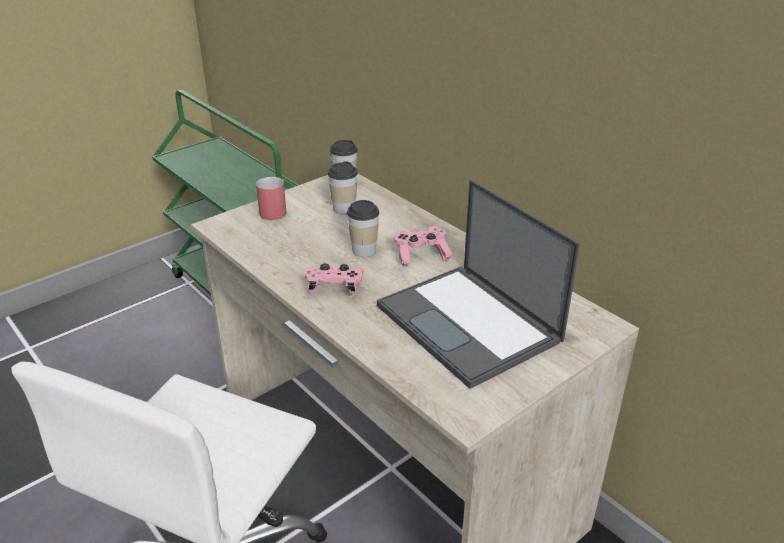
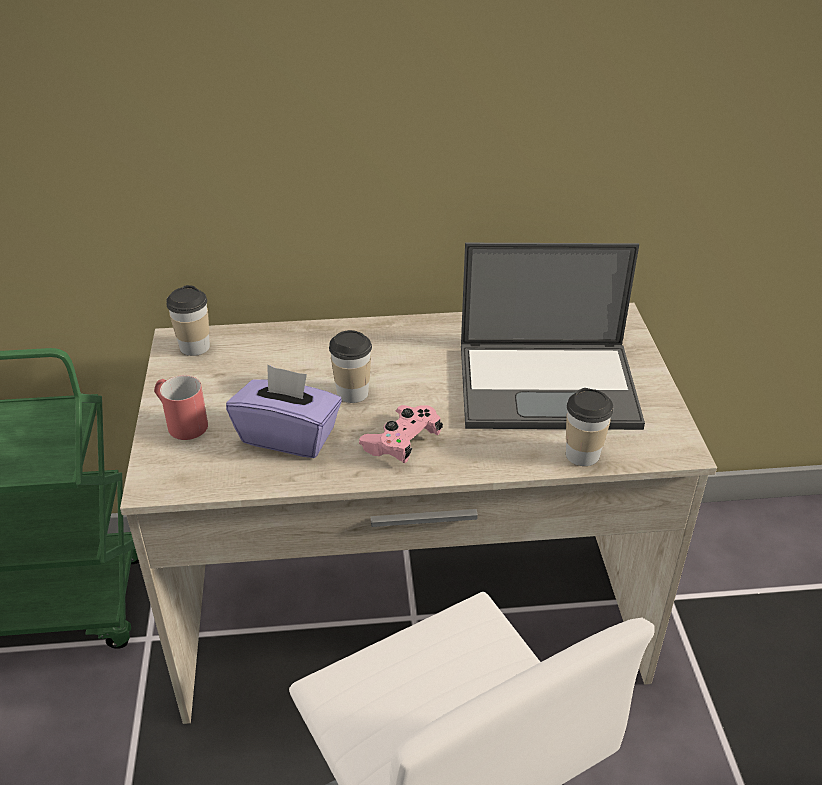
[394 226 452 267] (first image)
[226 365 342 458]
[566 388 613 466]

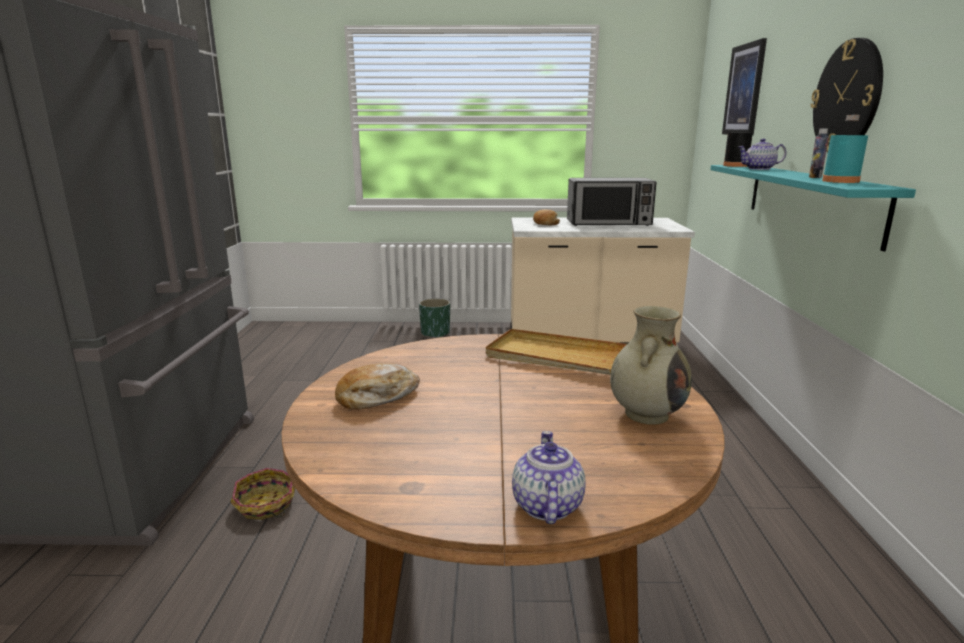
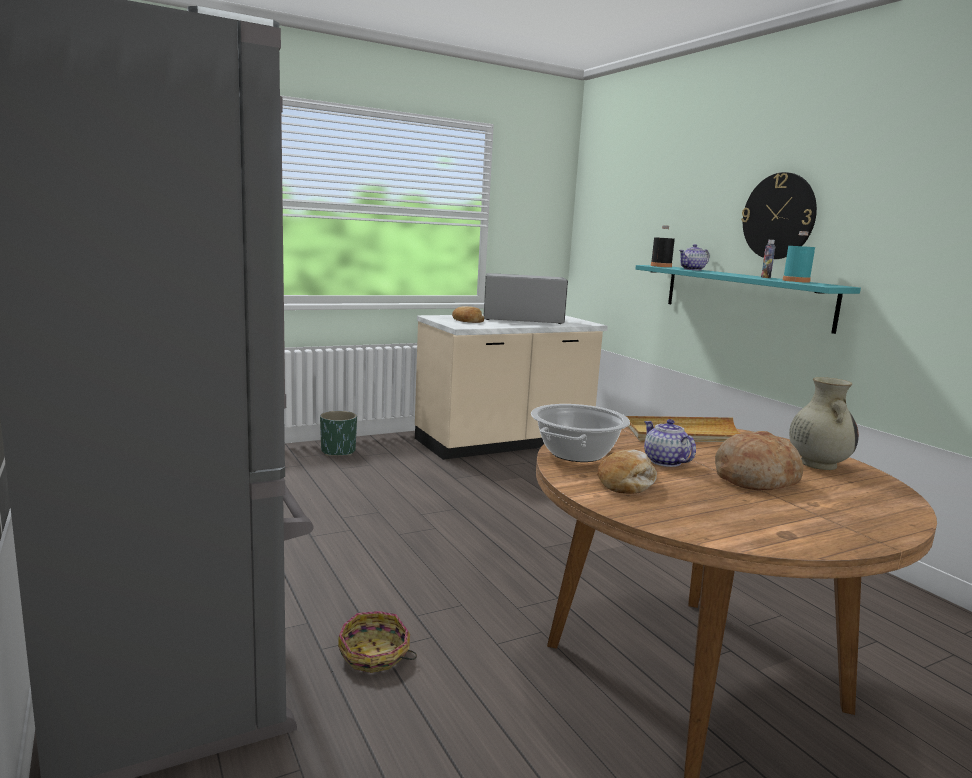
[722 38 767 135] (first image)
[531 404 630 462]
[715 431 803 490]
[644 419 696 467]
[484 273 568 324]

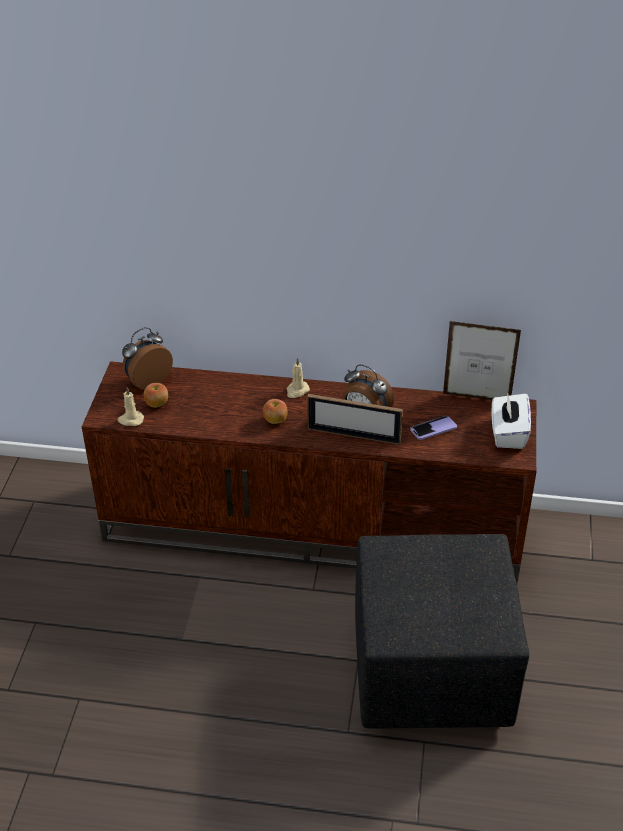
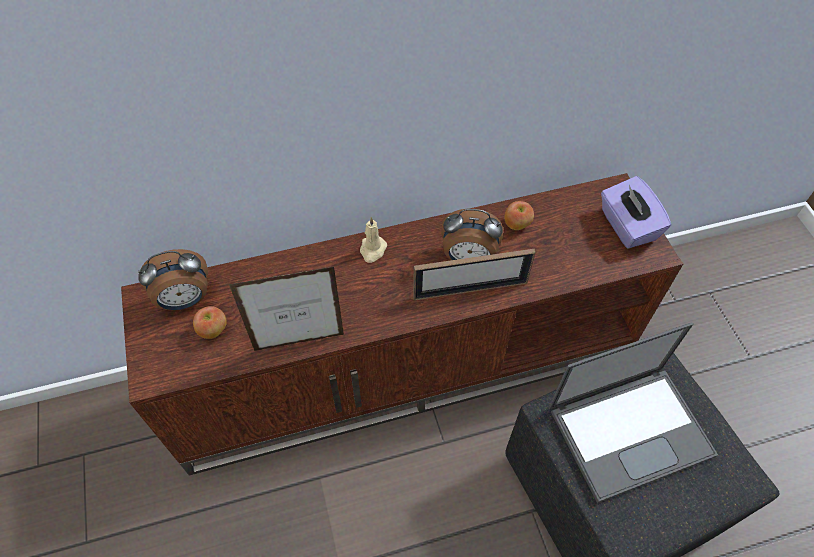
[117 387 144 426] (first image)
[410 416 457 440] (first image)
[549 322 718 503]
[505 201 534 230]
[229 267 345 351]
[601 176 671 248]
[138 249 208 310]

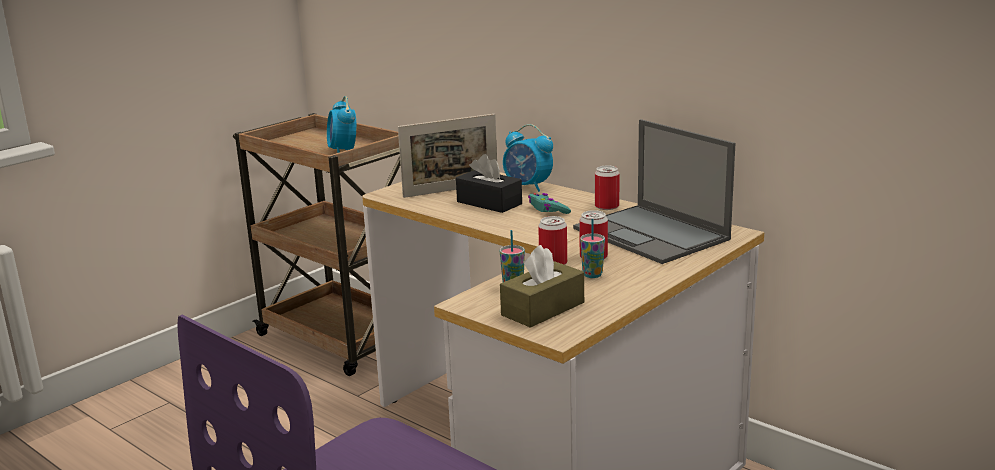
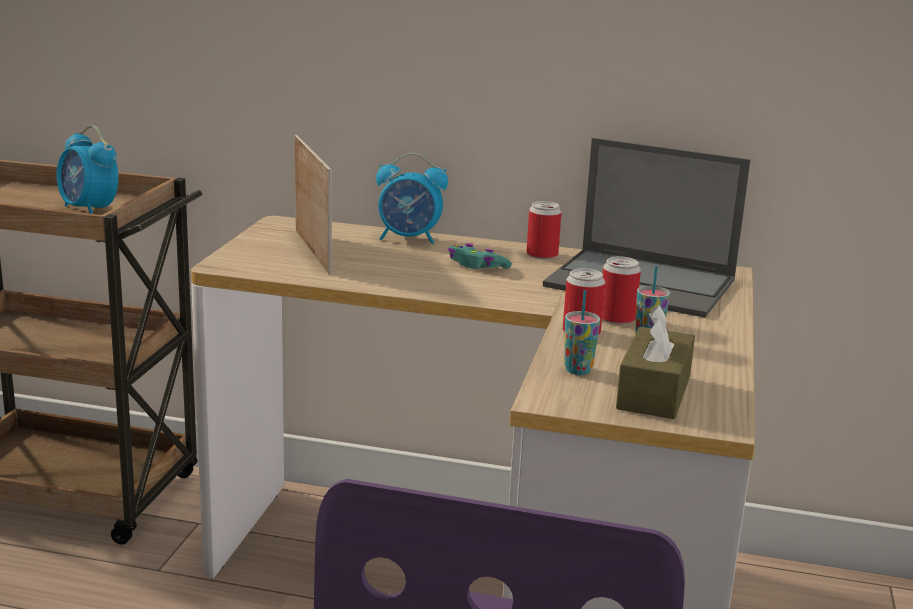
[456 154 522 213] (first image)
[295 135 332 275]

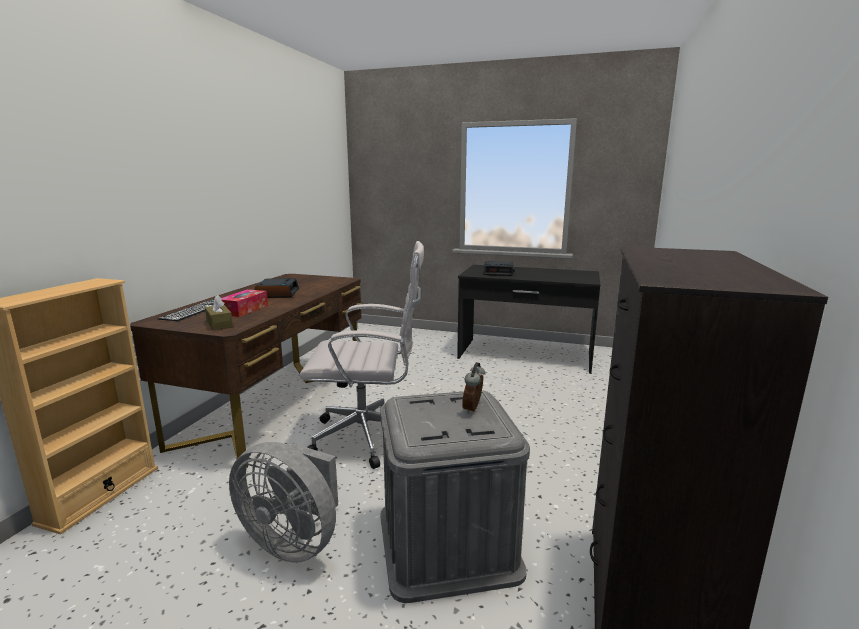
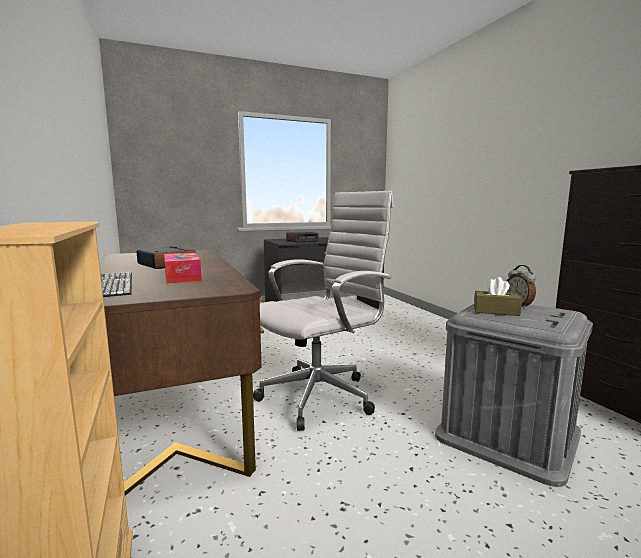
[229 442 338 563] (first image)
[474 277 522 316]

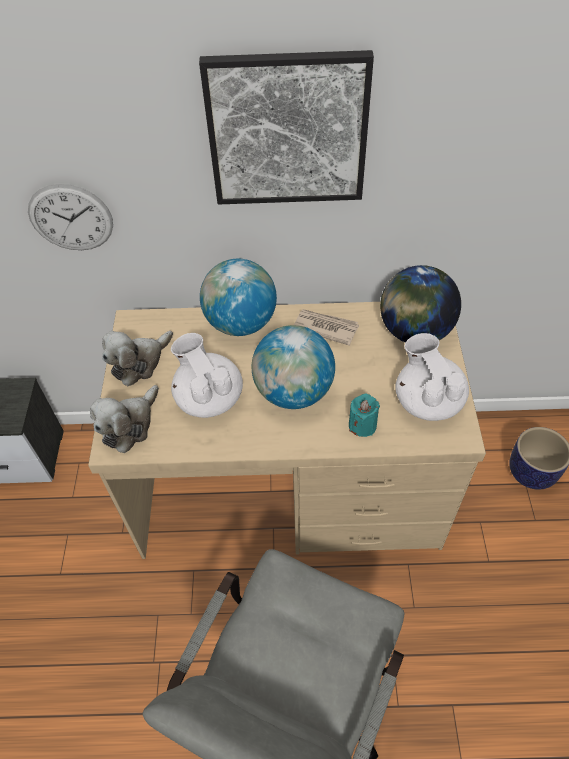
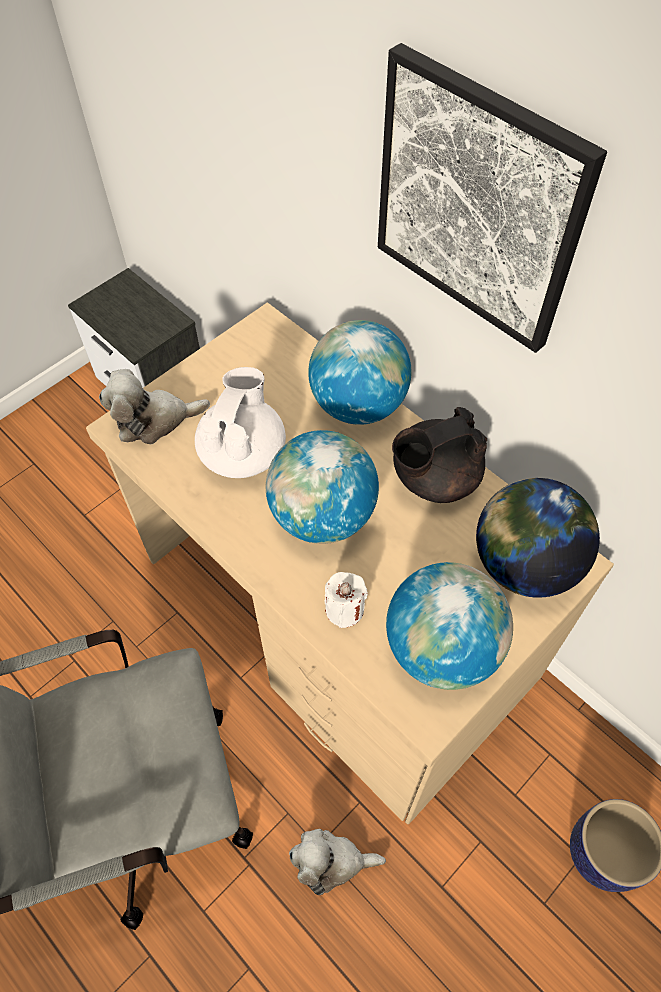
[28 184 113 250] (first image)
[289 829 386 895]
[392 407 487 503]
[386 562 513 690]
[325 572 368 628]

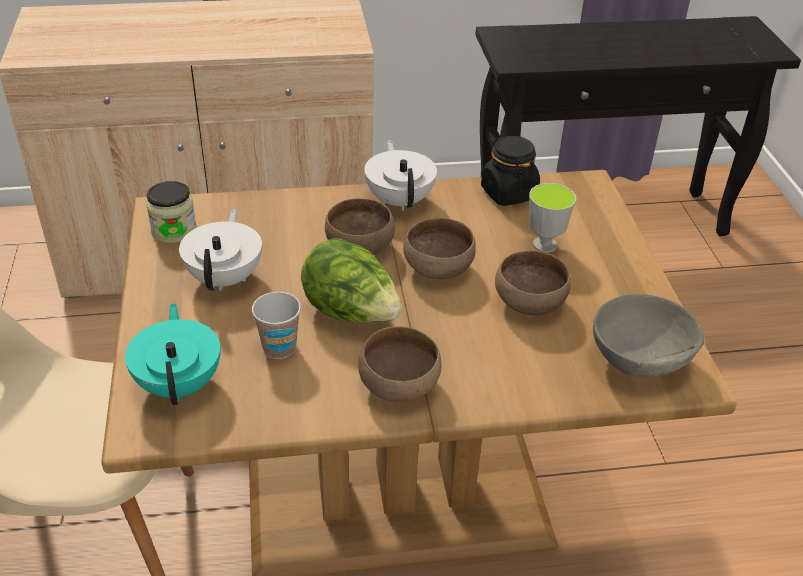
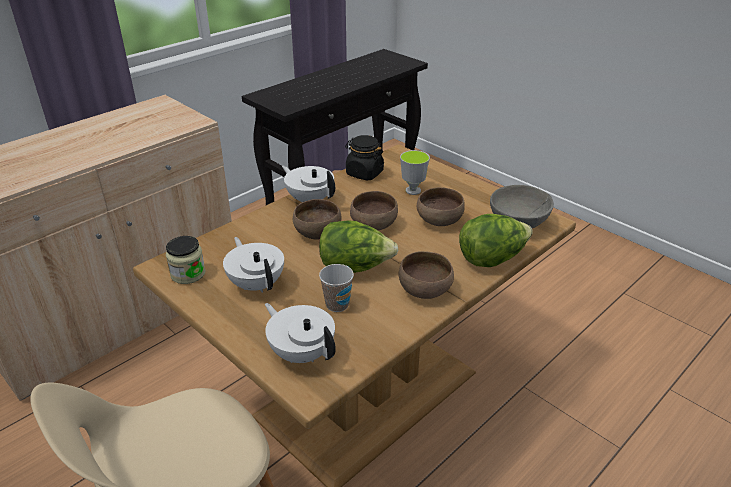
[459 214 533 267]
[265 303 336 363]

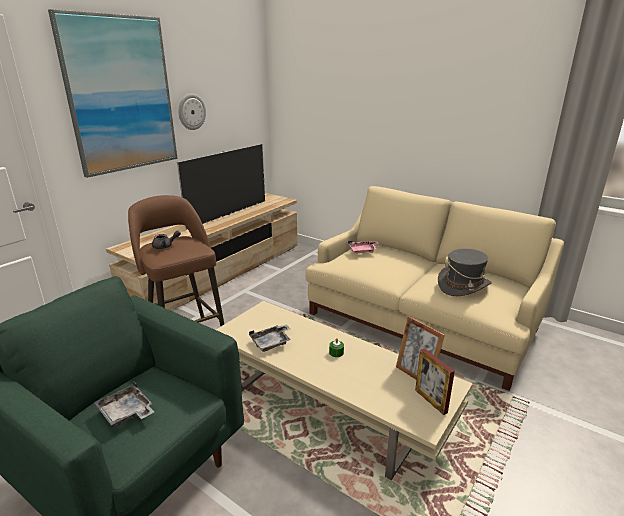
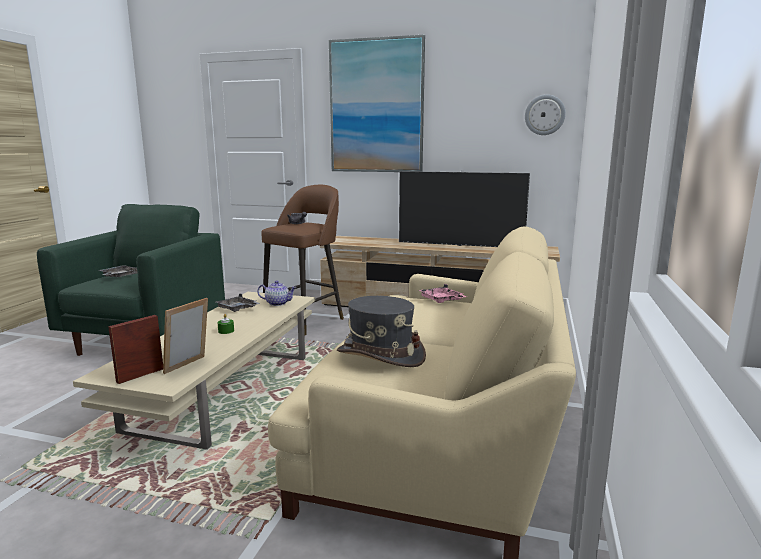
[257 281 297 306]
[525 94 566 135]

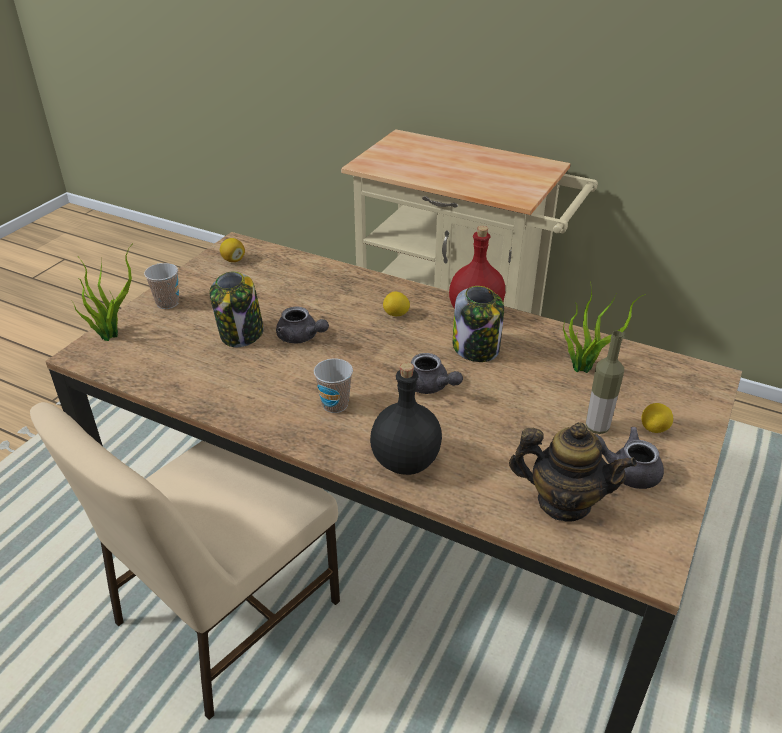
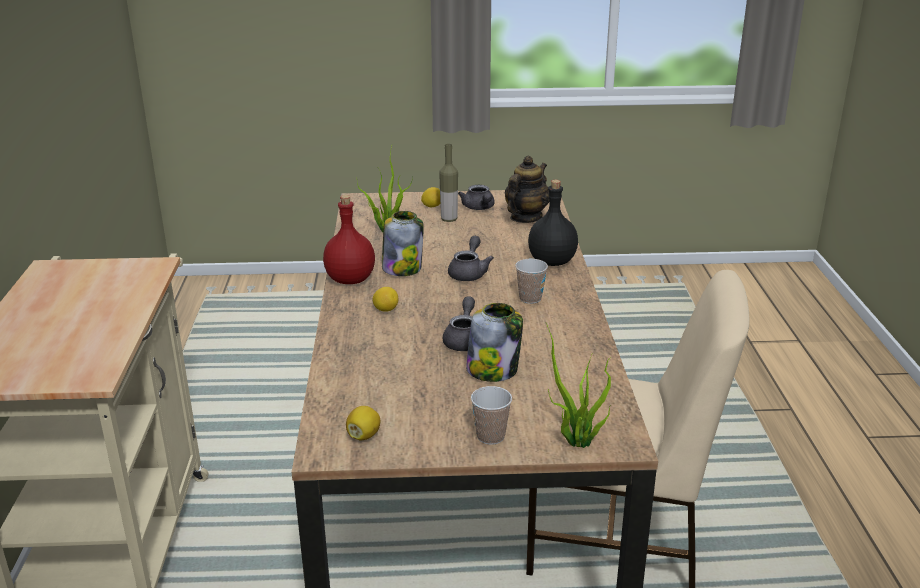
[505 156 549 223]

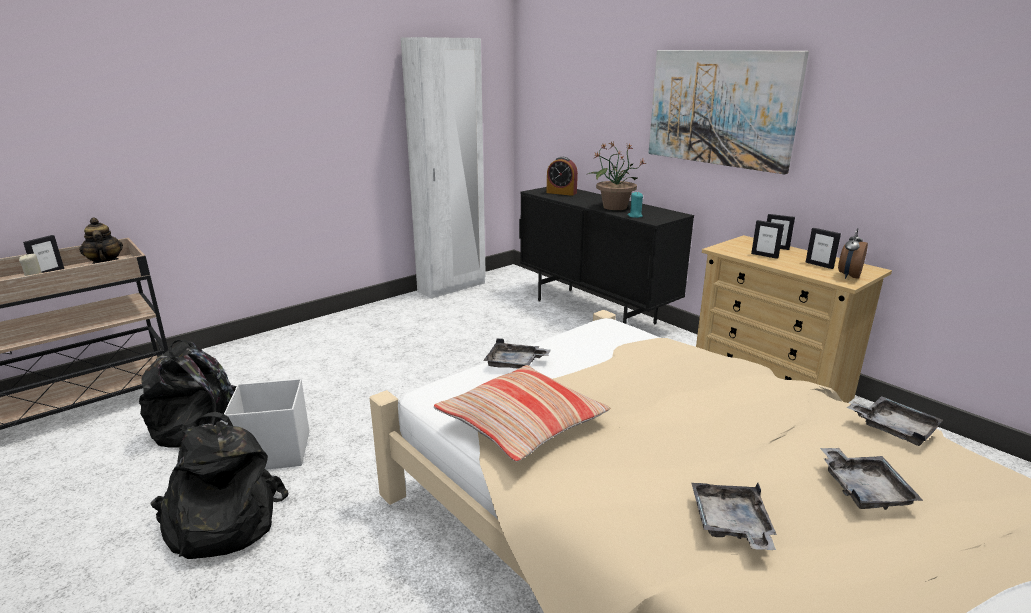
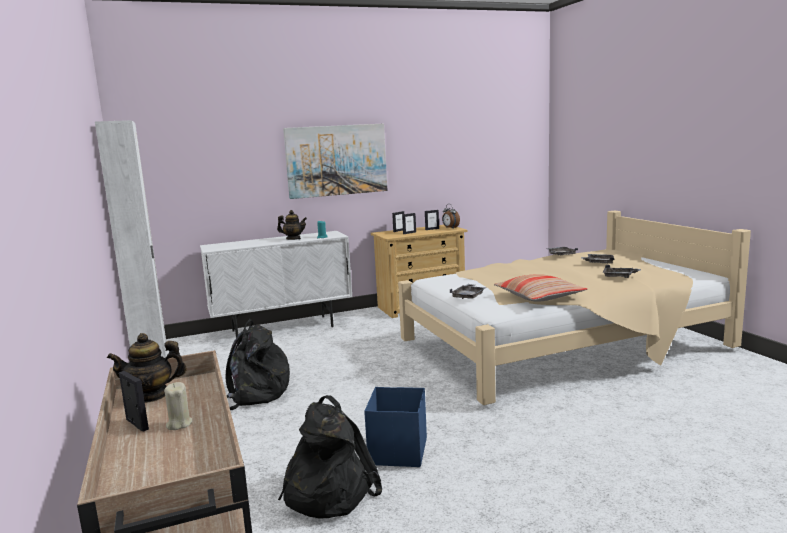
[547 157 578 196] (first image)
[225 319 290 410]
[277 210 307 240]
[364 387 427 467]
[200 231 353 337]

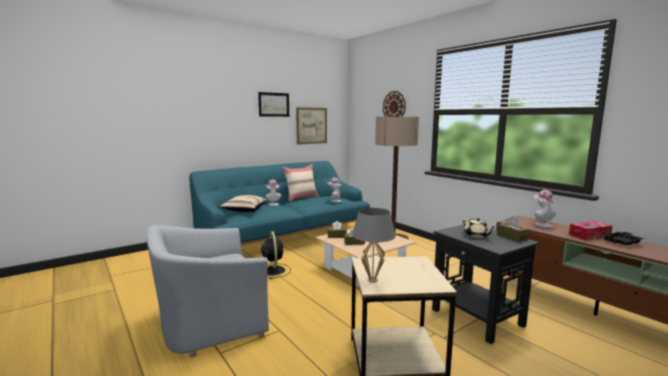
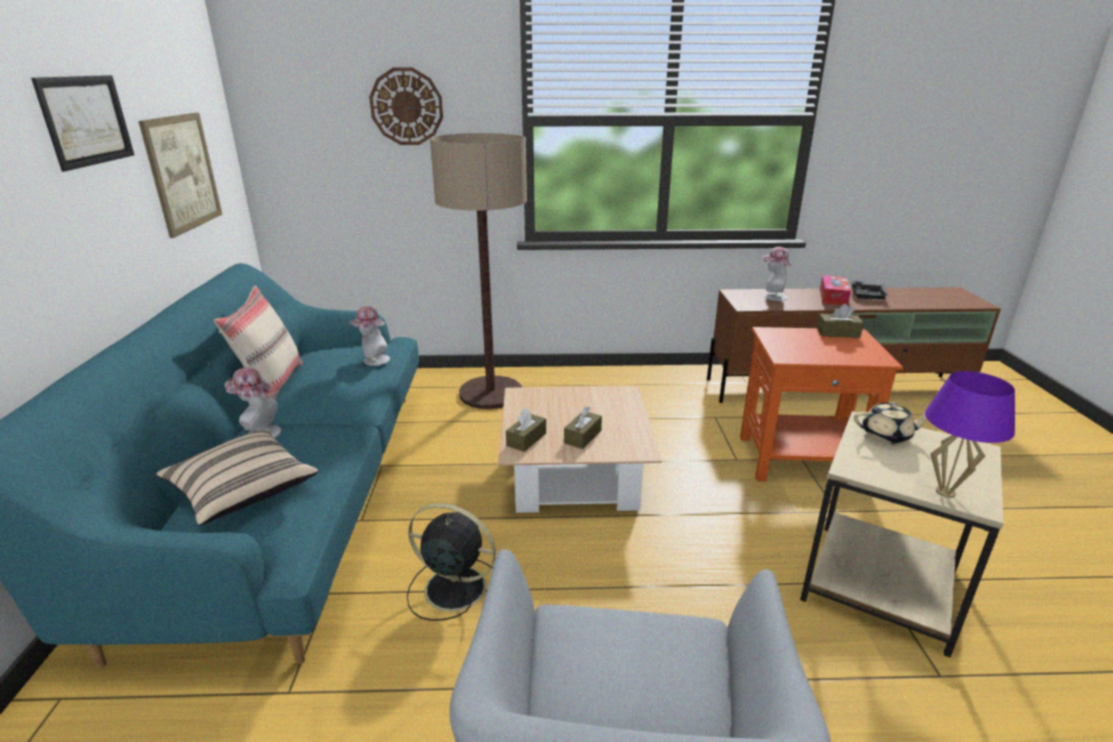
[854 403 926 444]
[925 371 1015 498]
[740 327 903 482]

